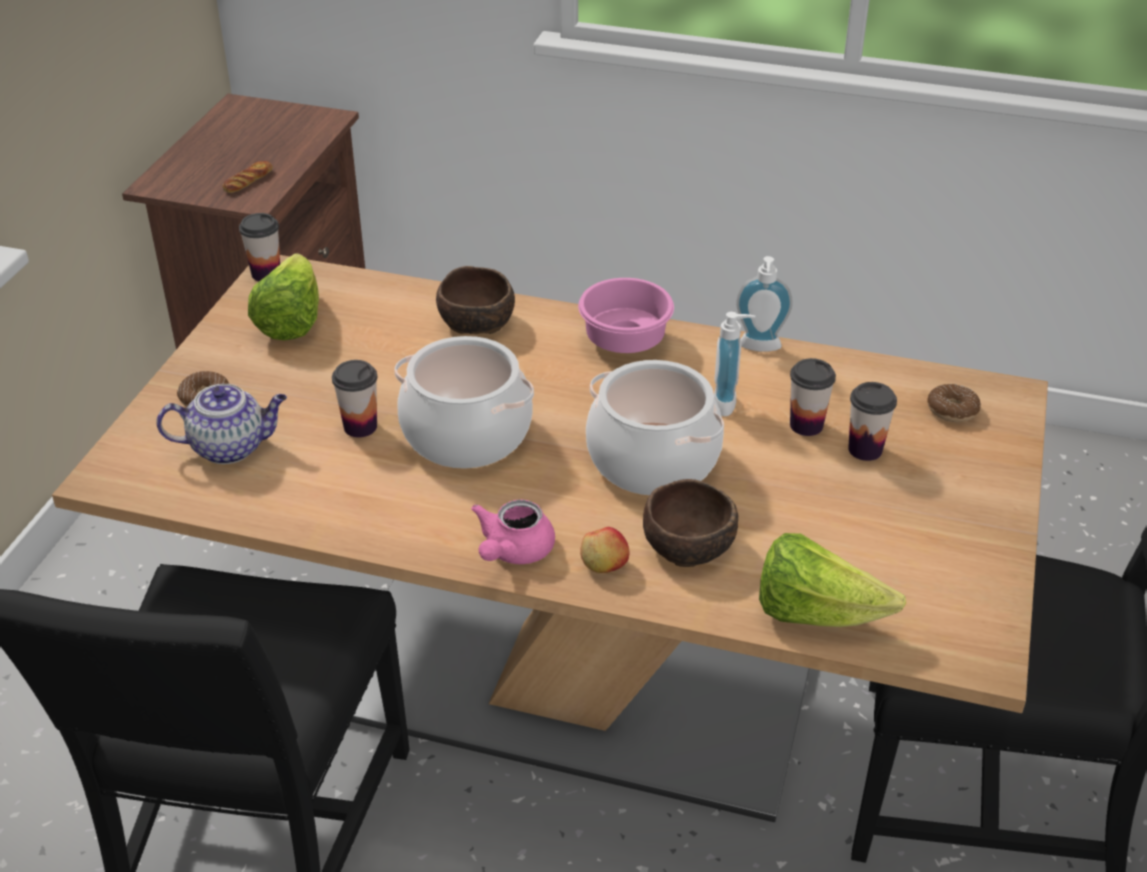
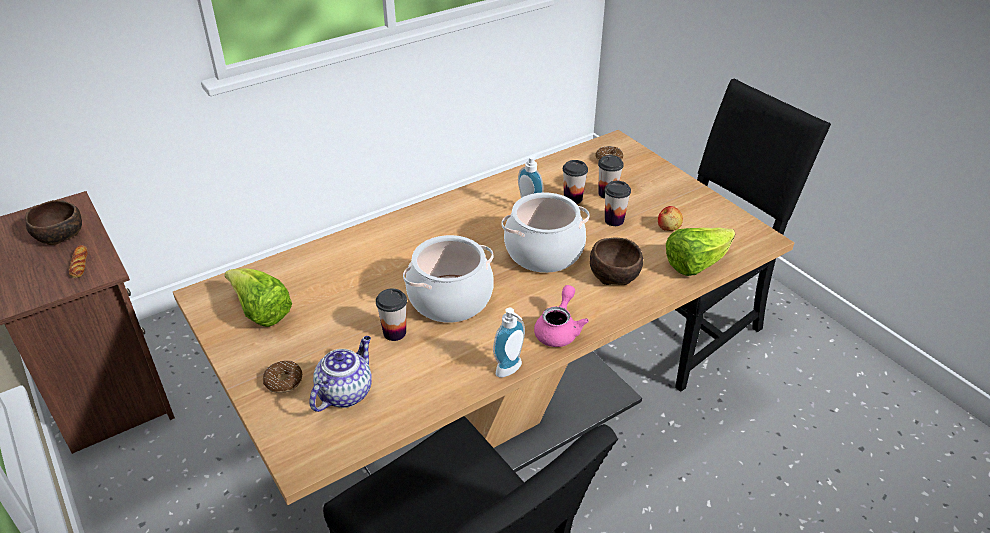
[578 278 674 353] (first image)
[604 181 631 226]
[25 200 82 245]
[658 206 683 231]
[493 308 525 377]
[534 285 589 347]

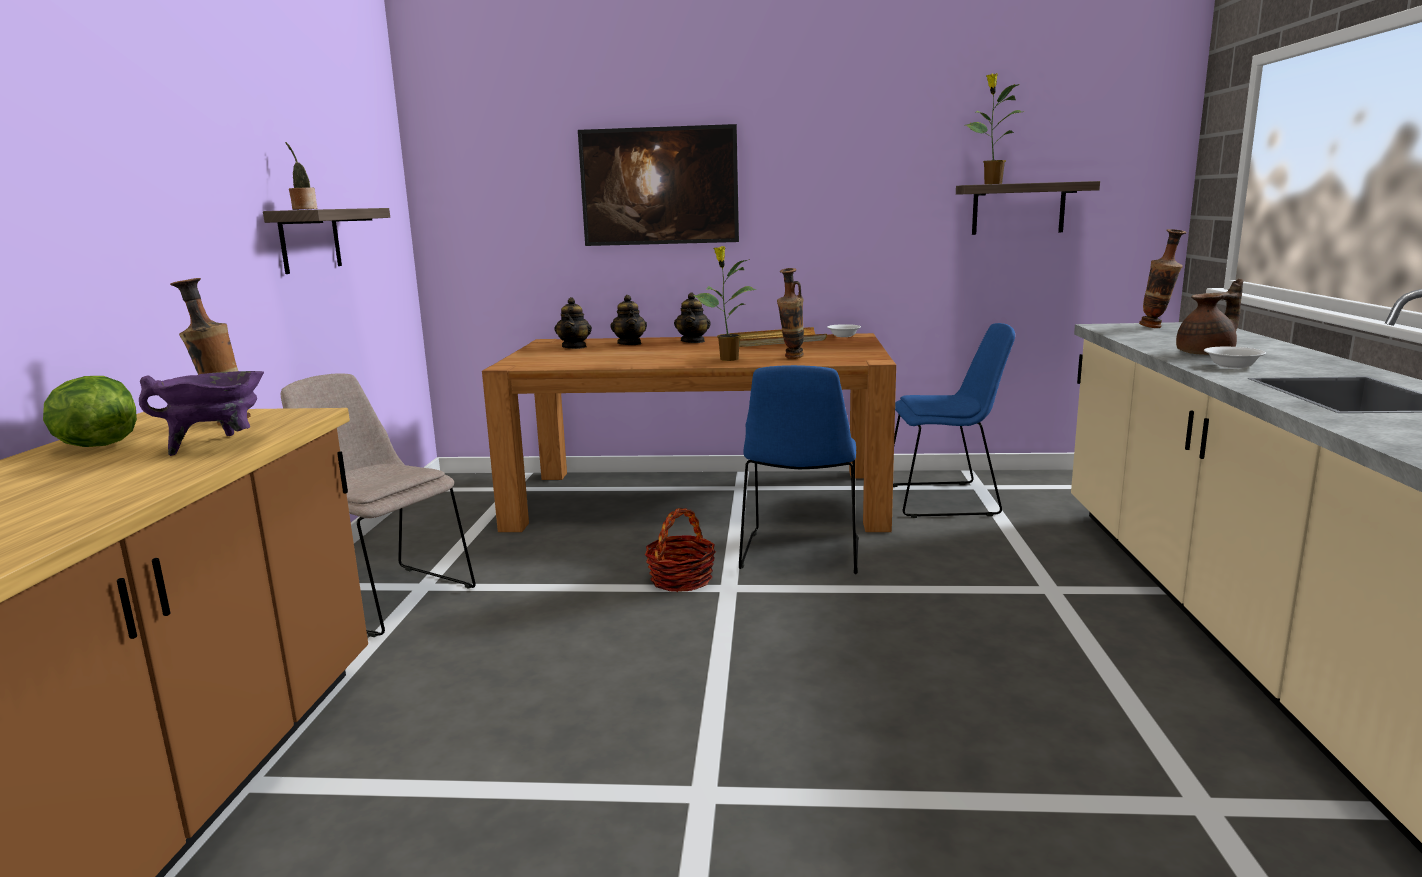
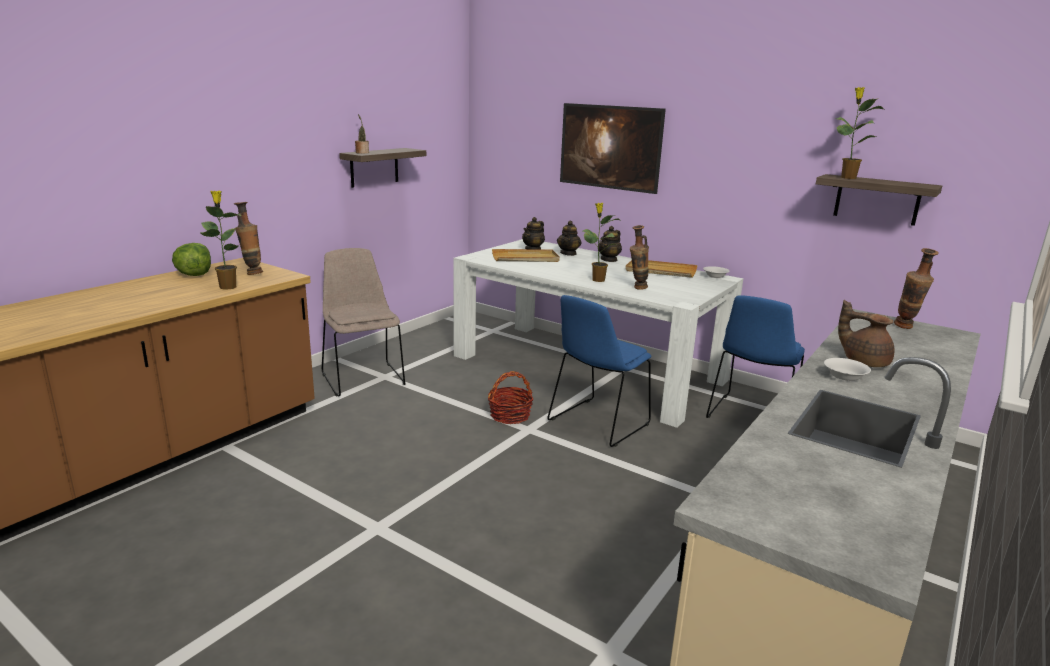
[492 249 560 262]
[200 191 241 290]
[453 239 743 428]
[706 295 805 418]
[838 300 894 367]

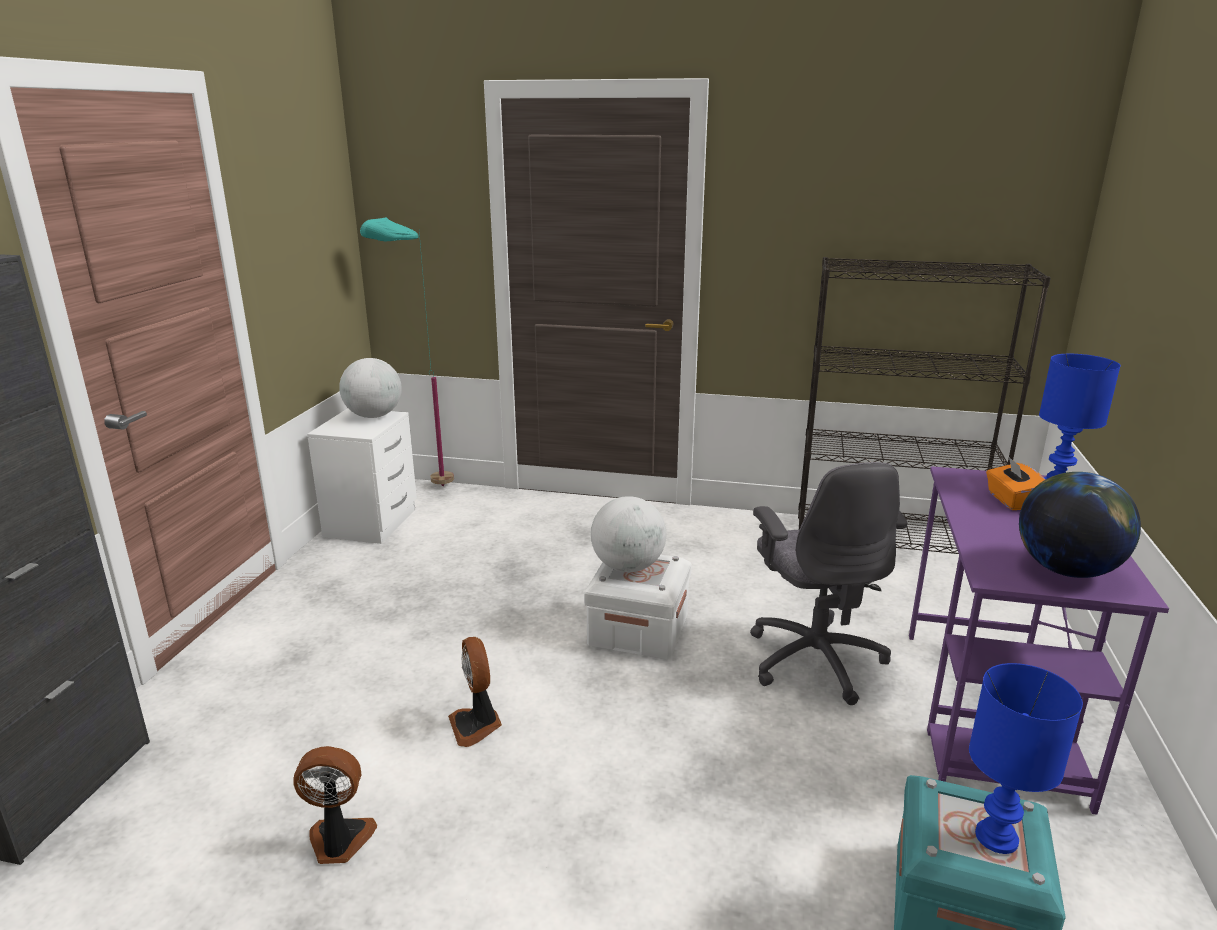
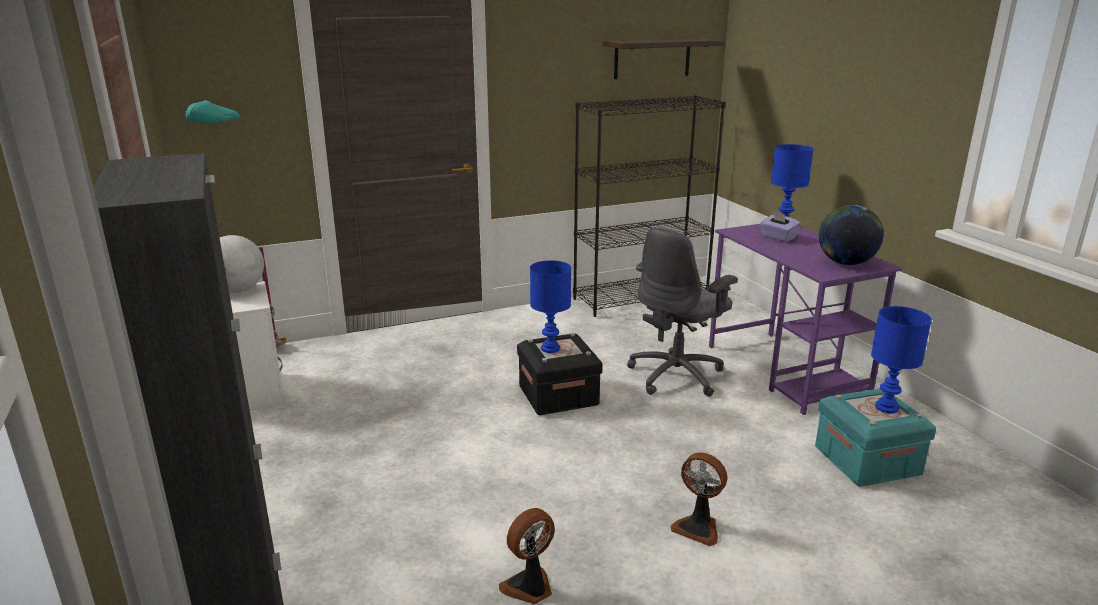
[603 38 725 79]
[671 452 727 546]
[530 260 571 353]
[517 333 603 415]
[760 211 801 242]
[627 227 738 397]

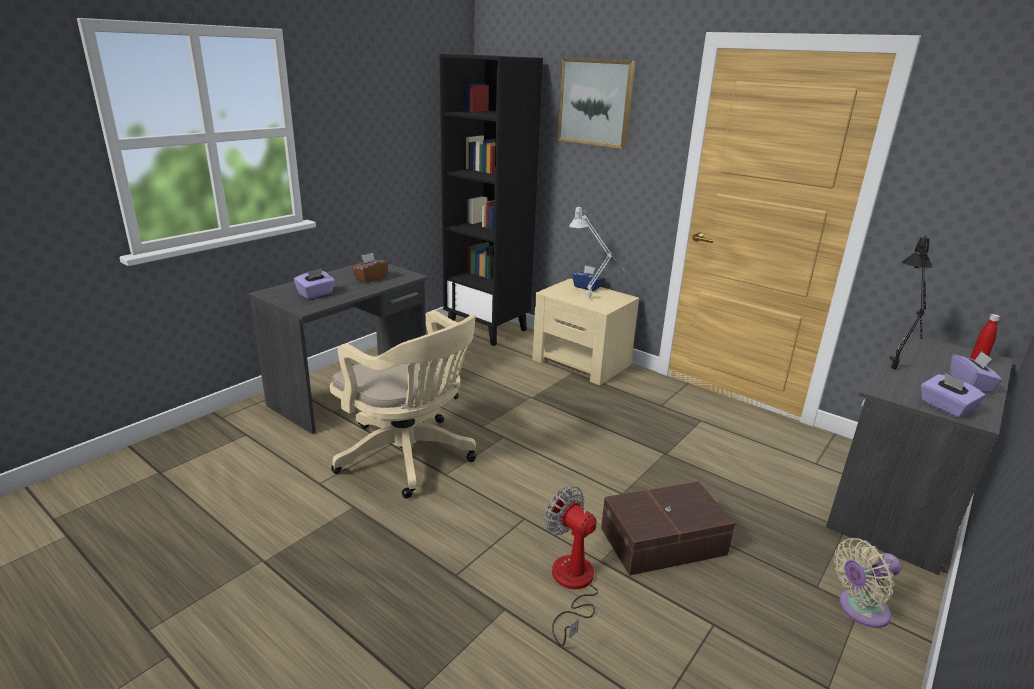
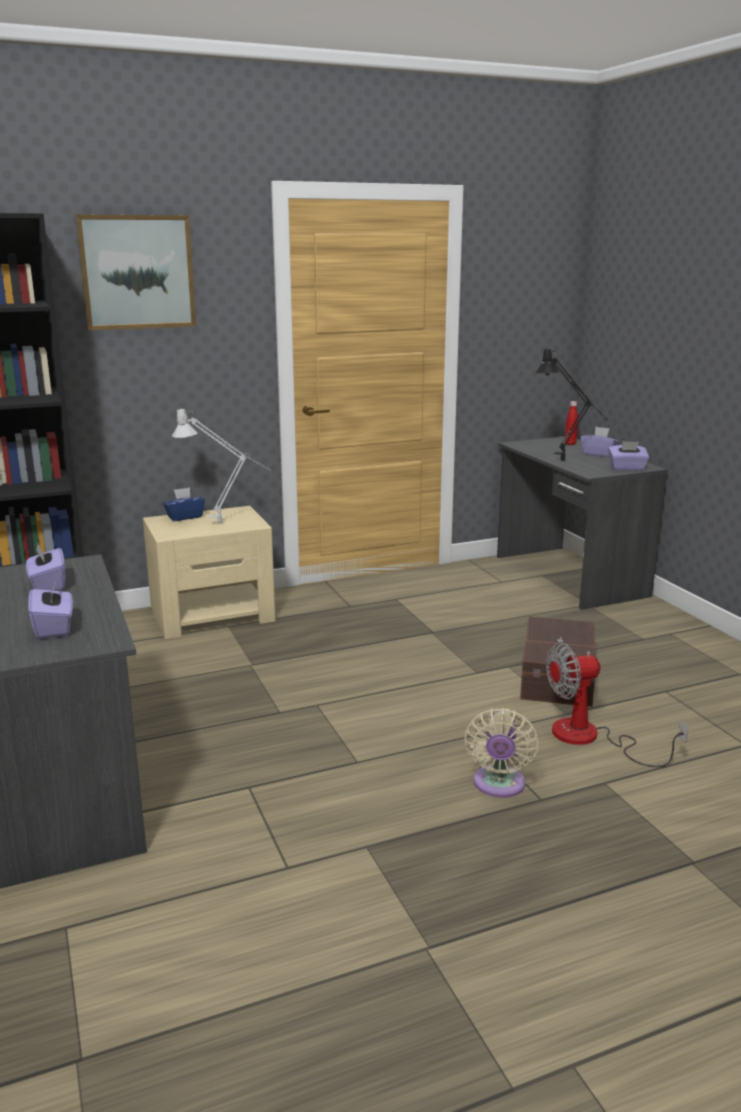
[330 310 476 499] (first image)
[464 708 538 798]
[26 542 65 591]

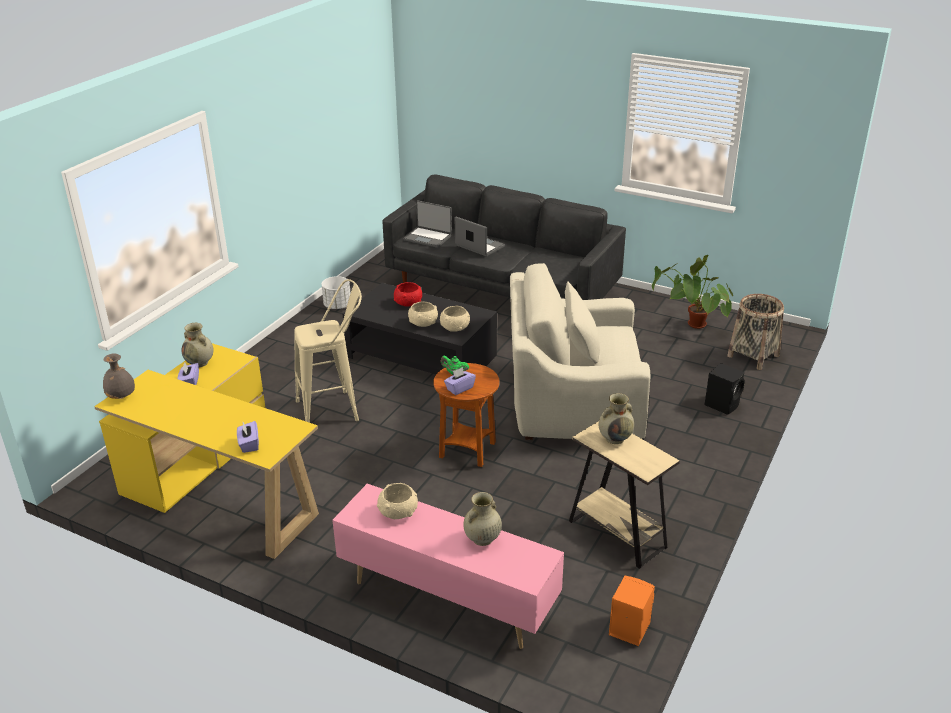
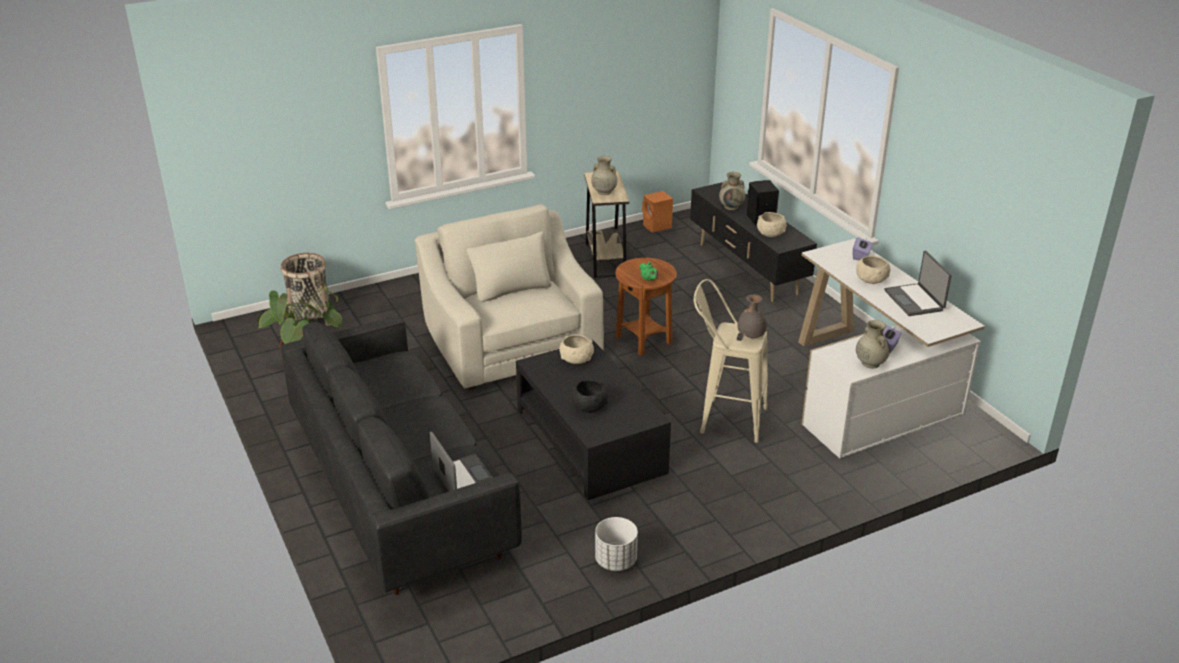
[444 367 476 395] (first image)
[737 294 767 338]
[856 256 890 284]
[884 251 952 316]
[747 180 779 226]
[798 239 985 459]
[690 182 817 302]
[572 380 608 412]
[415 204 604 390]

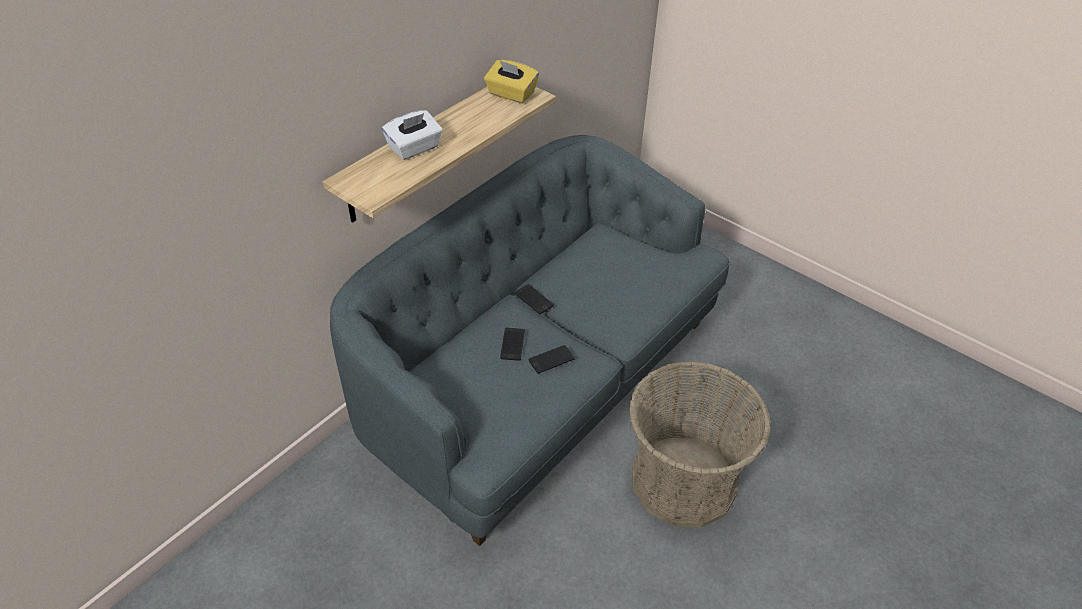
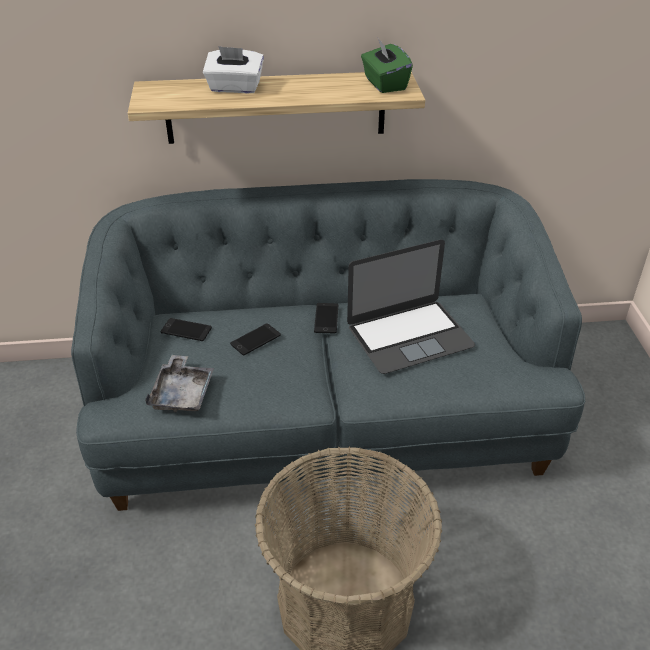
[145 355 214 413]
[347 240 475 374]
[161 318 212 341]
[361 38 413 93]

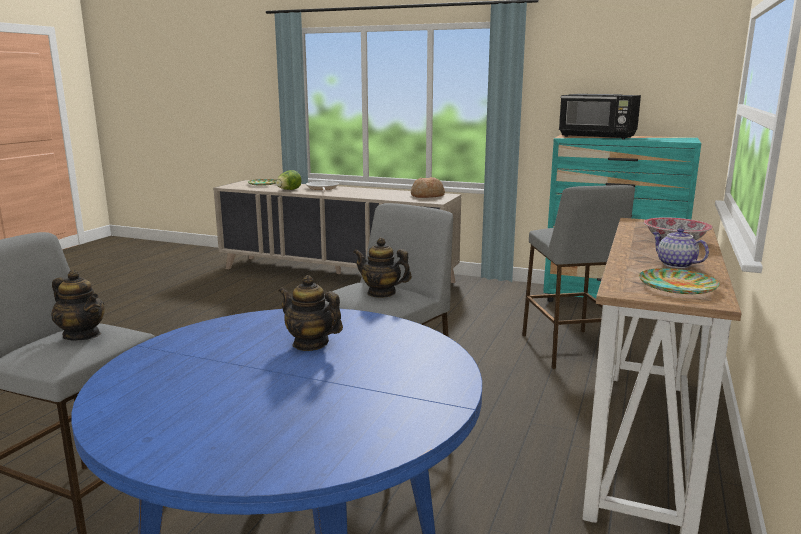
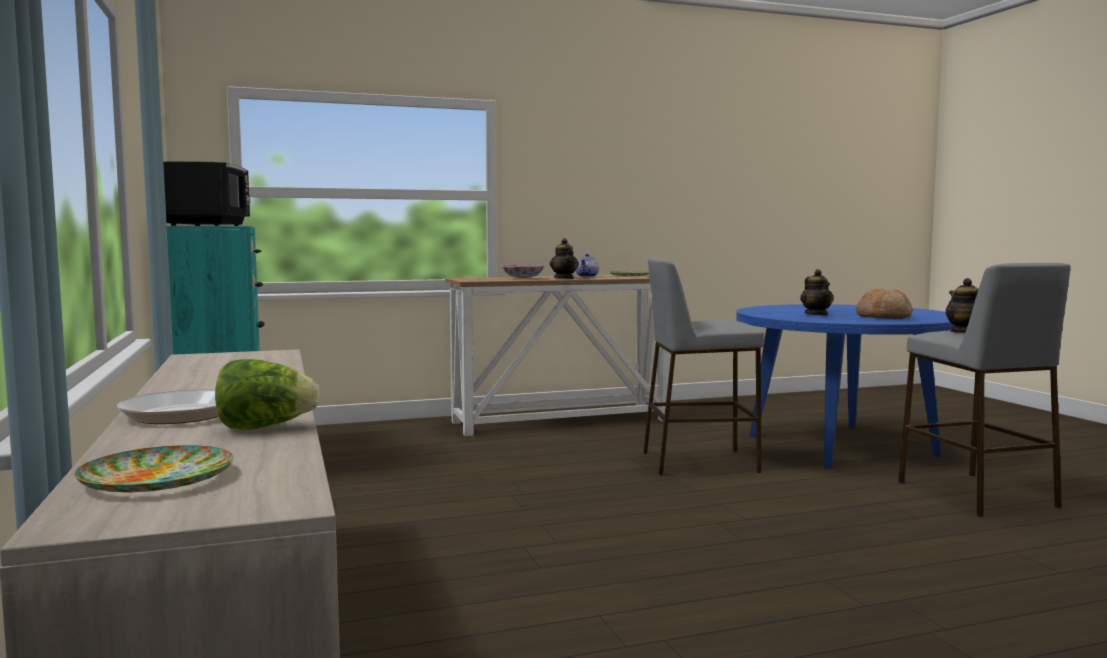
[522 185 635 369] (first image)
[550 238 579 279]
[856 289 913 319]

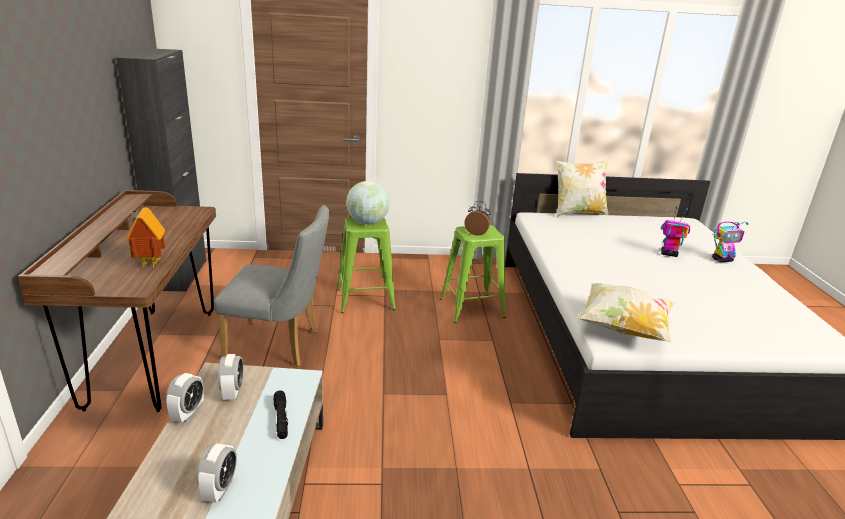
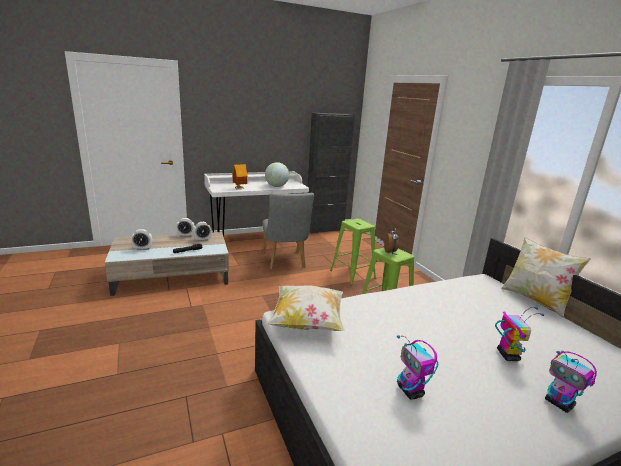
[397 335 439 400]
[265 162 289 187]
[204 171 309 243]

